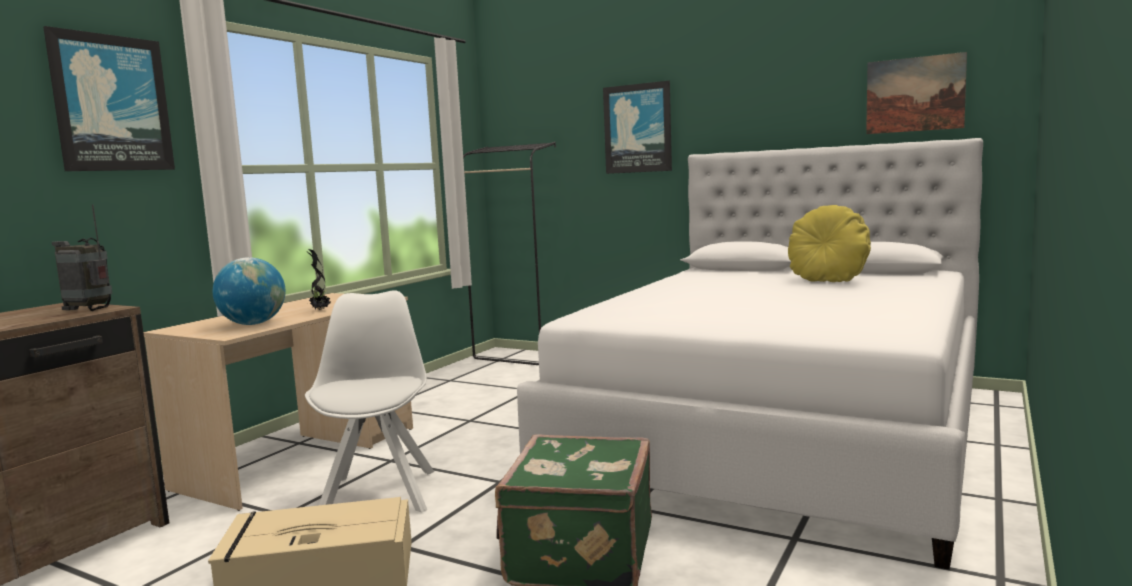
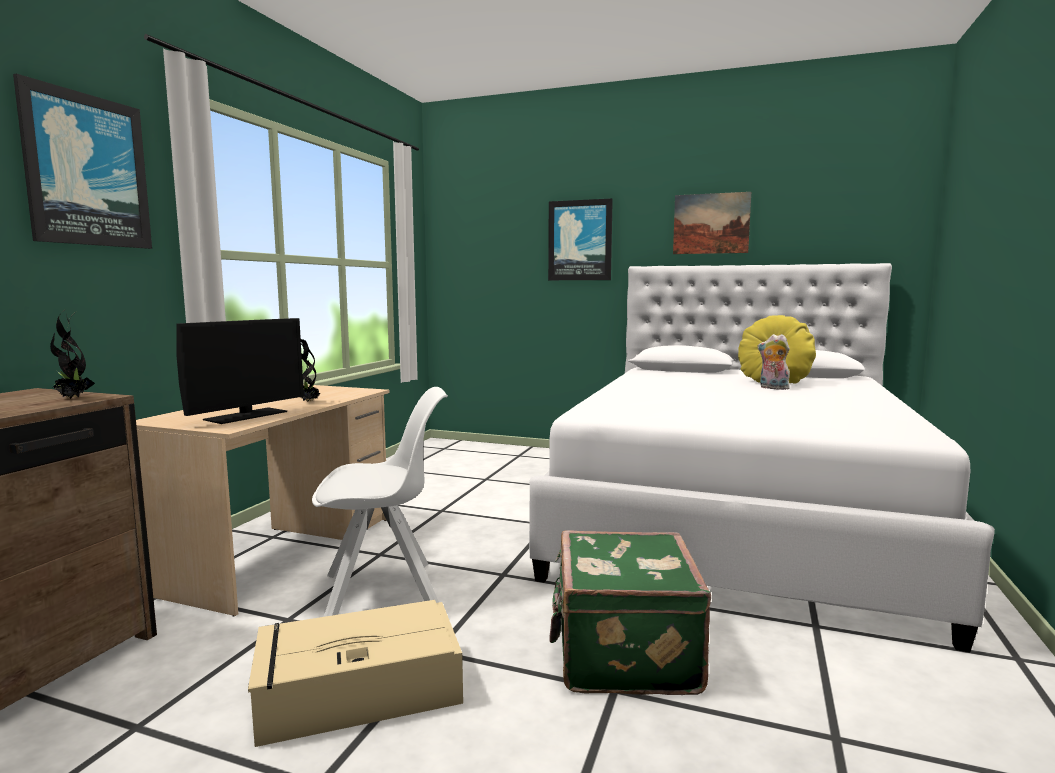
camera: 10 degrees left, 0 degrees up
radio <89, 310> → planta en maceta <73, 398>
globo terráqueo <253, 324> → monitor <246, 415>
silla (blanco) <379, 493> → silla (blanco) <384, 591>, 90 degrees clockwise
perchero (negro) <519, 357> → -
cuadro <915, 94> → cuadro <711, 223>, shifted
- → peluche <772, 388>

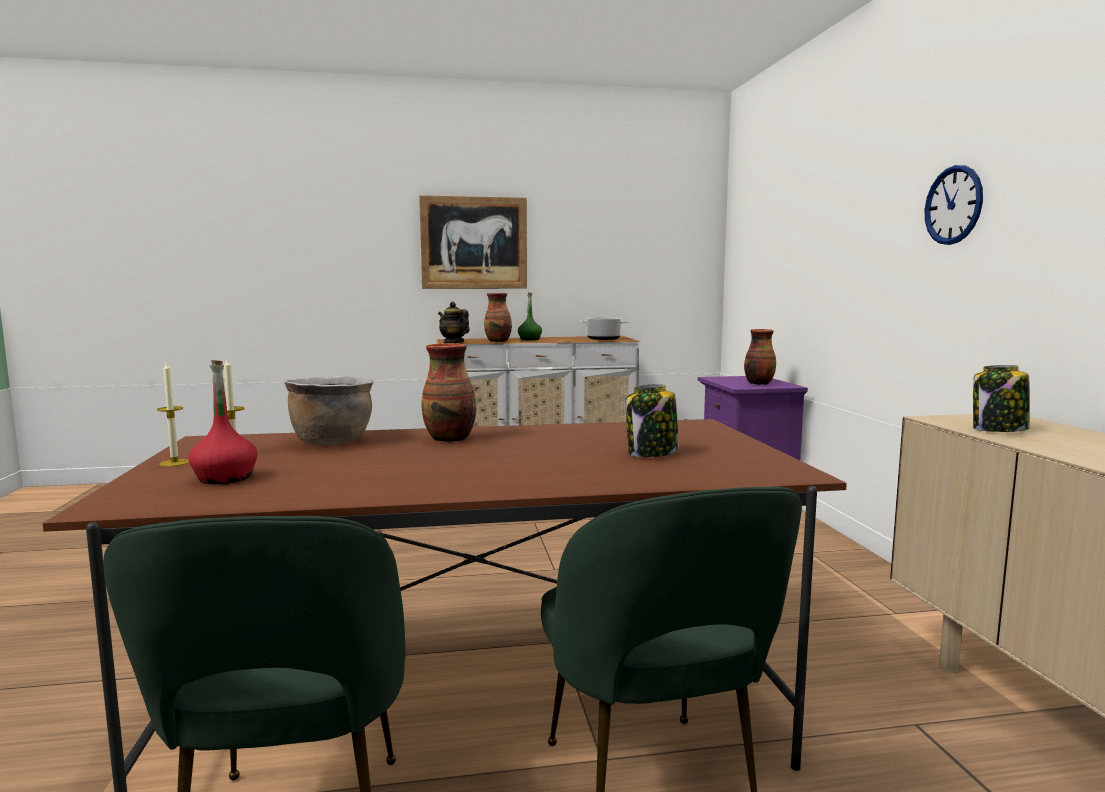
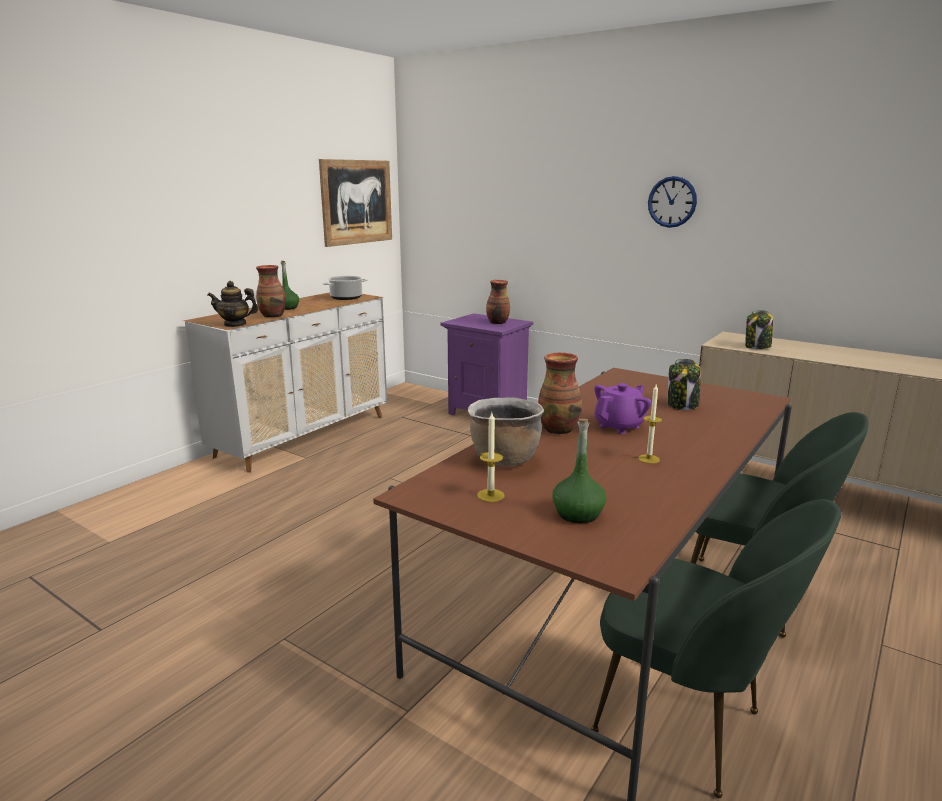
camera: 45 degrees left, 10 degrees up
vela <174, 463> → vela <649, 459>, shifted
botella (rojo) <225, 478> → botella (verde) <577, 514>
cuadro <474, 243> → cuadro <357, 202>, shifted
- → tetera (morado) <619, 426>

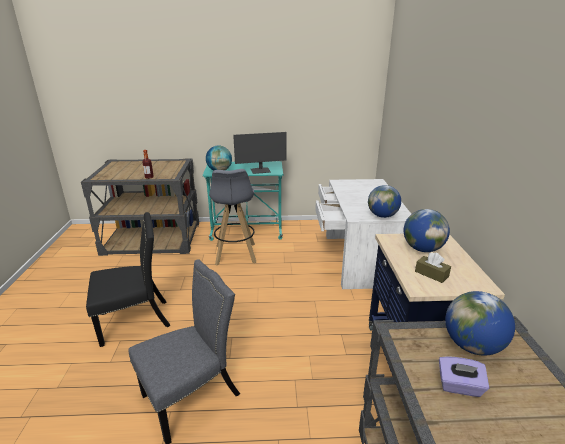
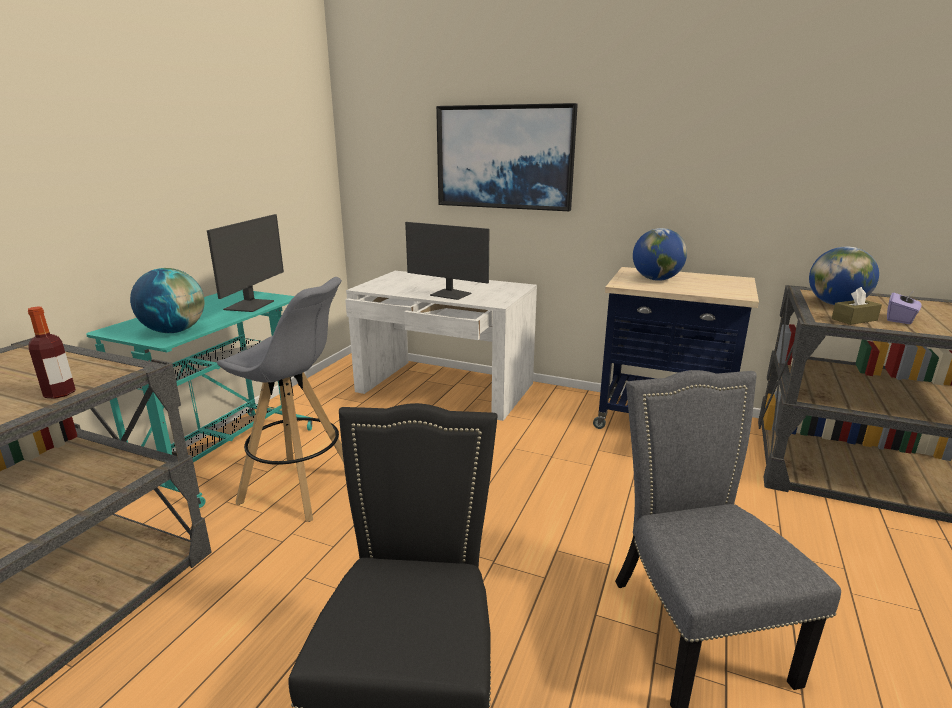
camera: 65 degrees left, 5 degrees down
globo terráqueo <382, 216> → -
caja de pañuelos (marrón) <431, 274> → caja de pañuelos (marrón) <854, 319>, shifted
- → monitor <450, 295>
- → cuadro <504, 157>

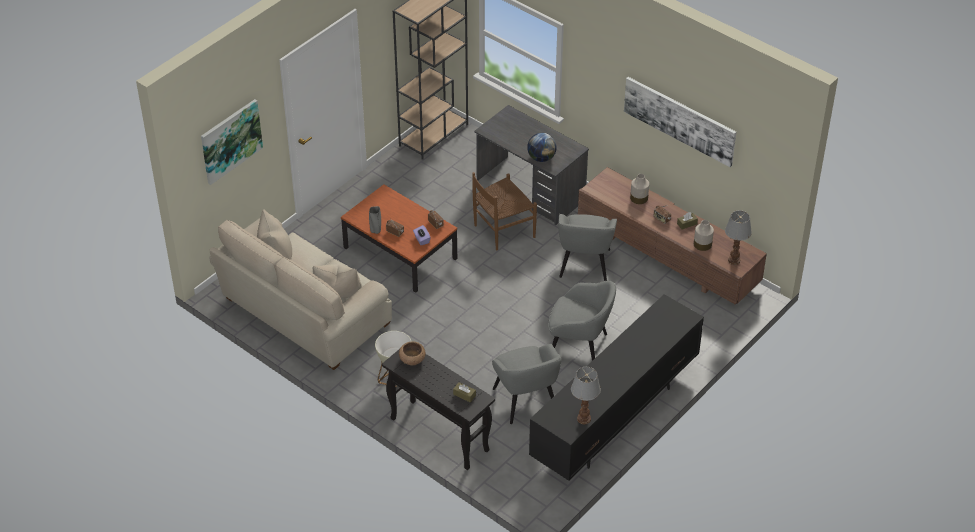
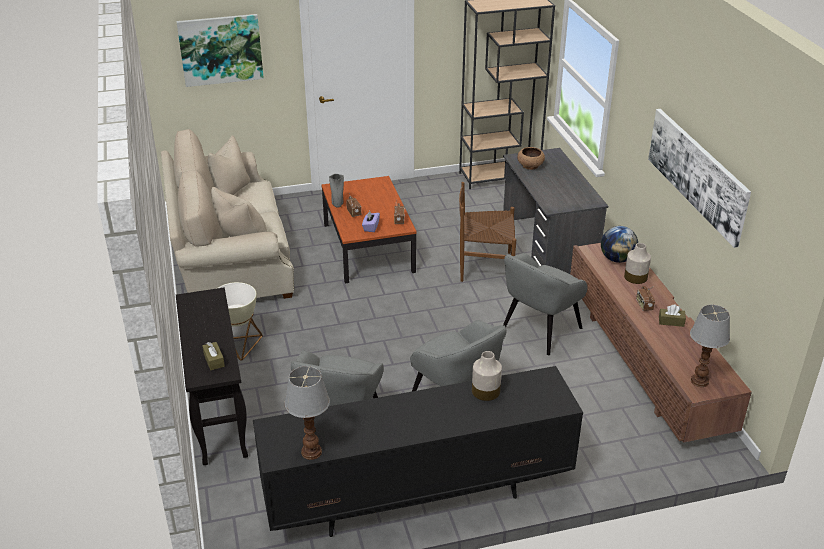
camera: 35 degrees right, 10 degrees down
cuenco (marrón) <412, 359> → cuenco (marrón) <530, 166>, shifted
globo terráqueo <541, 158> → globo terráqueo <617, 259>, shifted
florero (beis) <702, 244> → florero (beis) <485, 391>, shifted

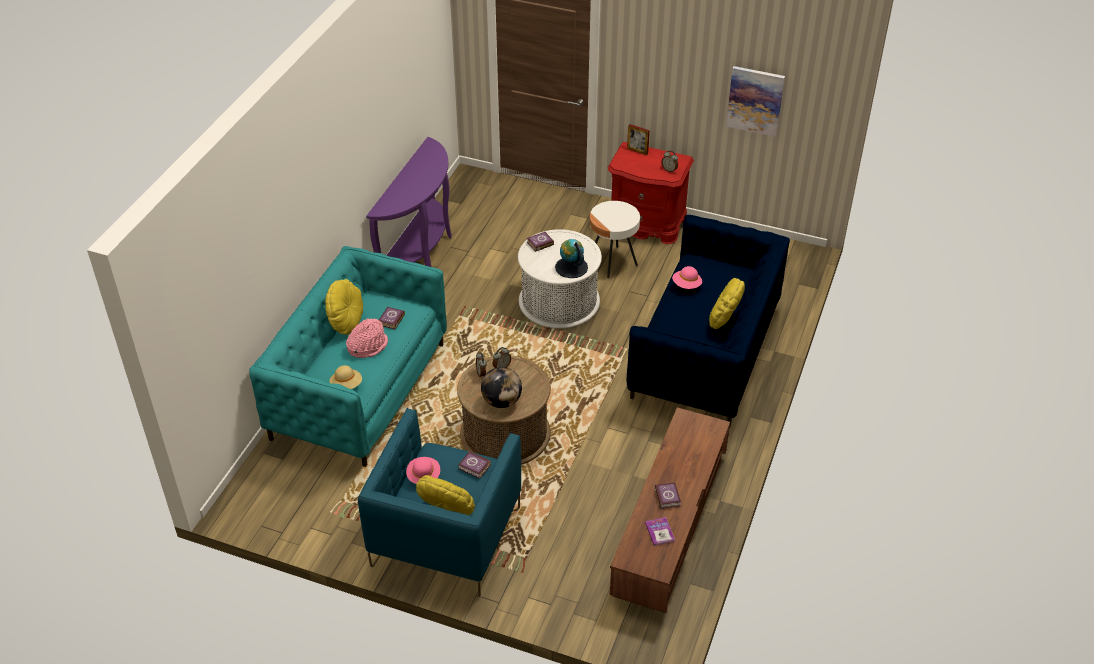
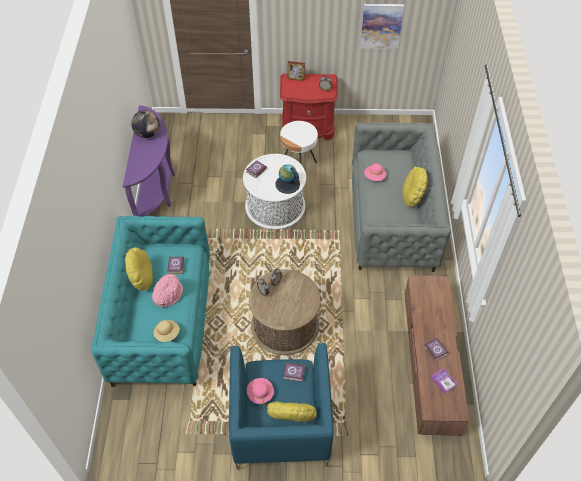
camera: 20 degrees left, 10 degrees up
globo terráqueo <502, 401> → globo terráqueo <147, 133>, shifted
sofá (azul) <704, 353> → sofá (gris) <392, 219>

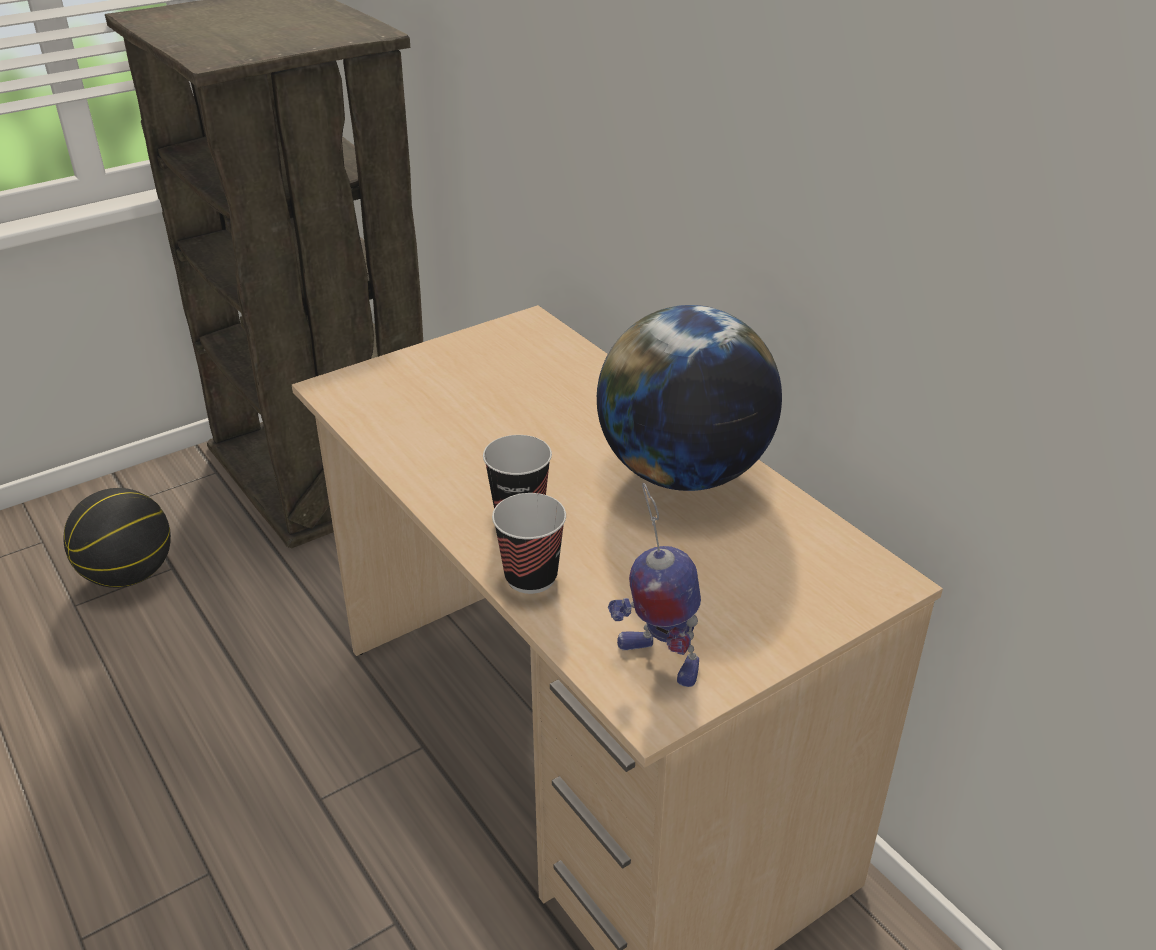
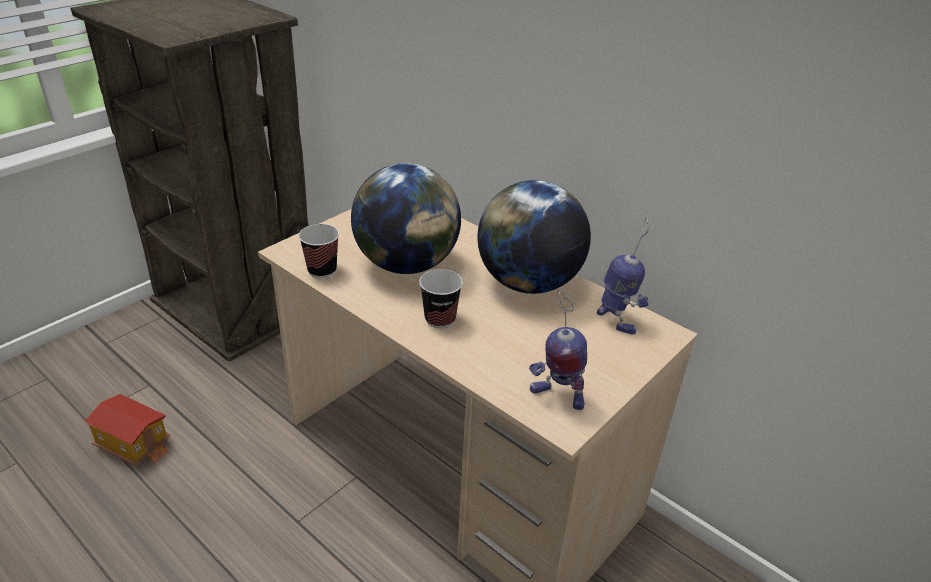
camera: 15 degrees left, 0 degrees up
balón de baloncesto <128, 574> → -
taza <531, 577> → taza <322, 270>, shifted
- → casita <134, 444>
- → globo terráqueo <406, 264>
- → robot de juguete <616, 320>

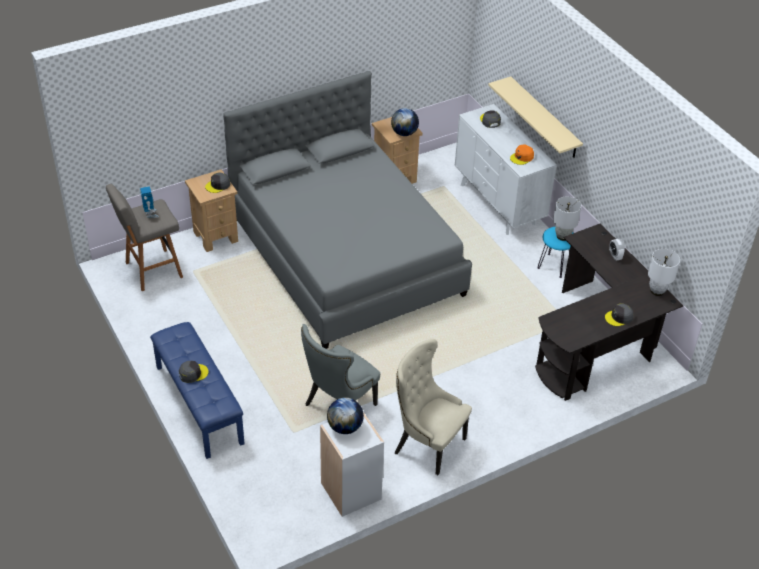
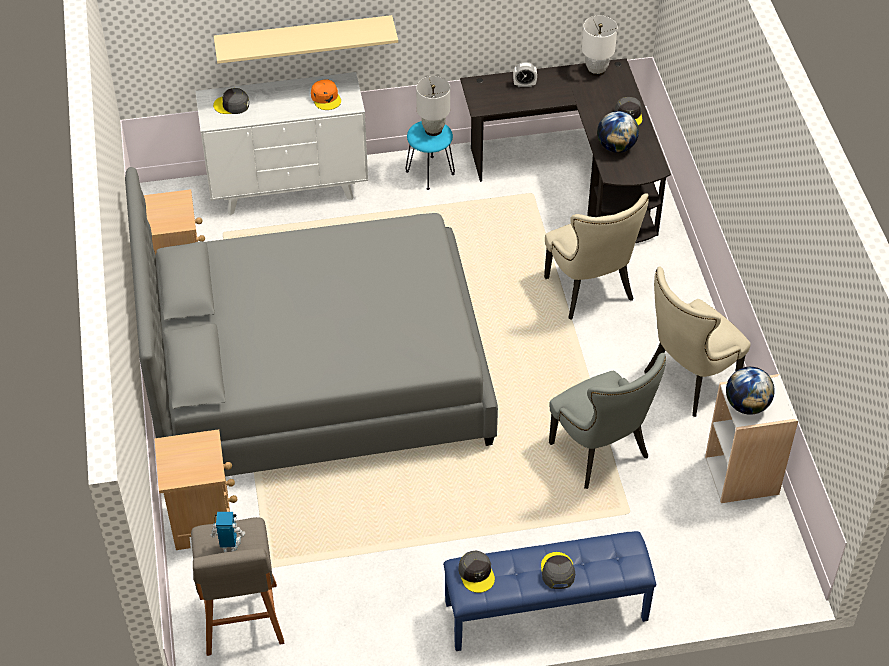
camera: 70 degrees left, 5 degrees up
gorra (gris) <218, 185> → gorra (gris) <476, 573>, shifted
globo terráqueo <404, 133> → globo terráqueo <616, 146>, shifted
- → silla (beis) <589, 291>

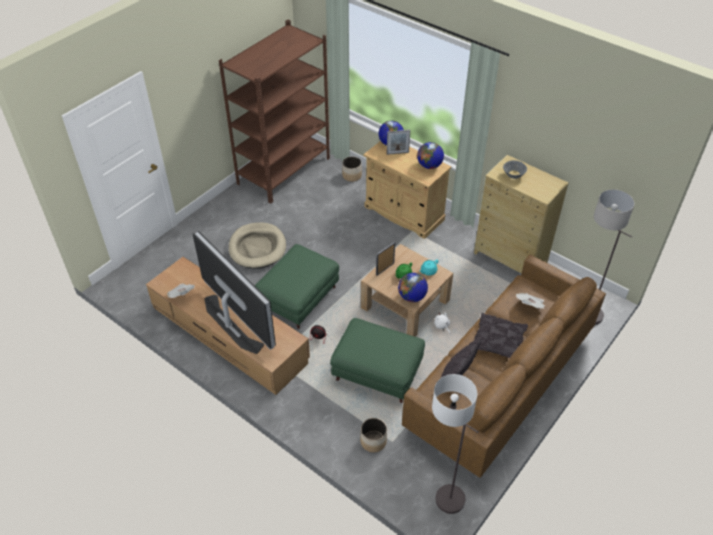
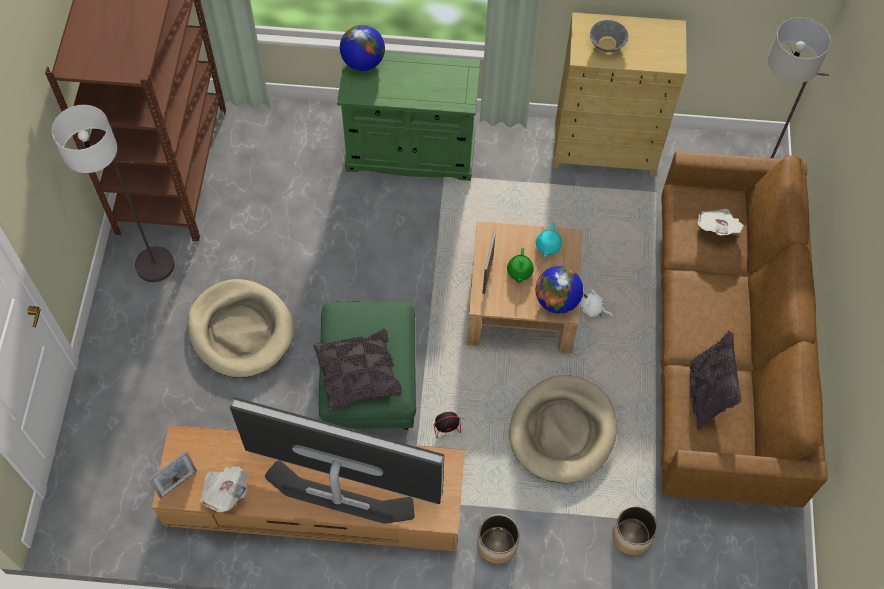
camera: 35 degrees left, 15 degrees up
puf (verde) <378, 372> → cama para perro (beis) <563, 431>
maceta <351, 176> → maceta <496, 545>, shifted
armario (beis) <404, 213> → armario (verde) <410, 152>
portarretratos <397, 153> → portarretratos <178, 484>, shifted
globo terráqueo <429, 166> → -
lámpara de pie (blanco) <442, 494> → lámpara de pie (blanco) <143, 264>, shifted
cojín (negro) <498, 341> → cojín (negro) <358, 374>, shifted

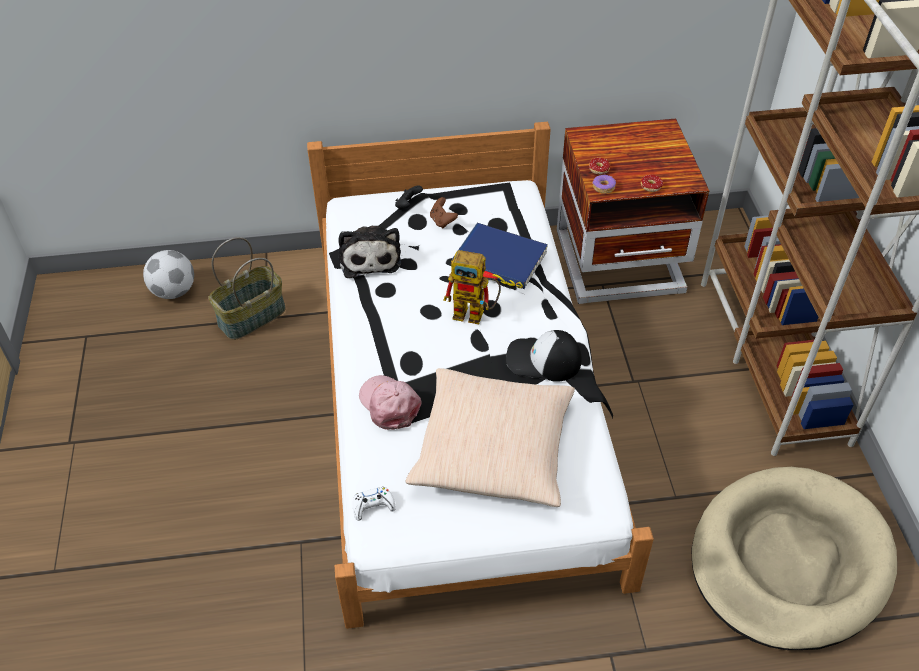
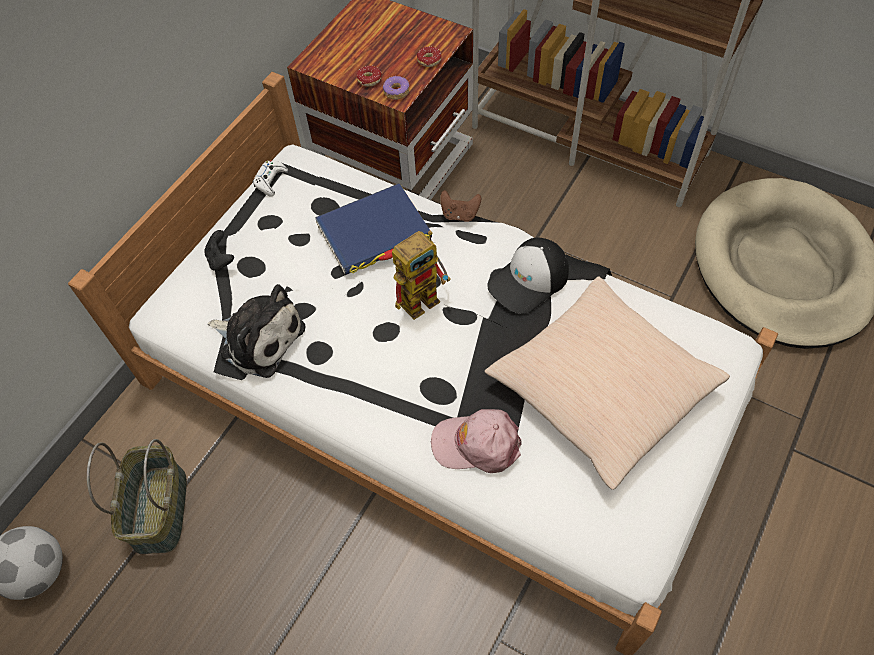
camera: 50 degrees left, 10 degrees up
mando de consola (blanco) <373, 506> → mando de consola (blanco) <271, 181>, shifted
mando de consola (marrón) <442, 221> → mando de consola (marrón) <460, 214>, shifted

